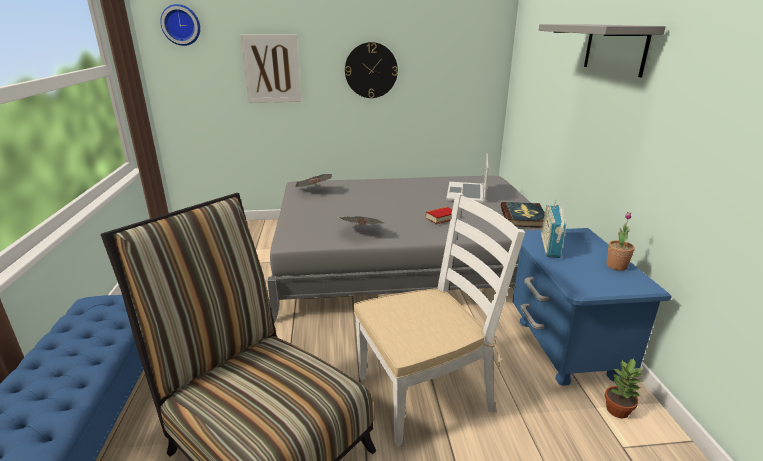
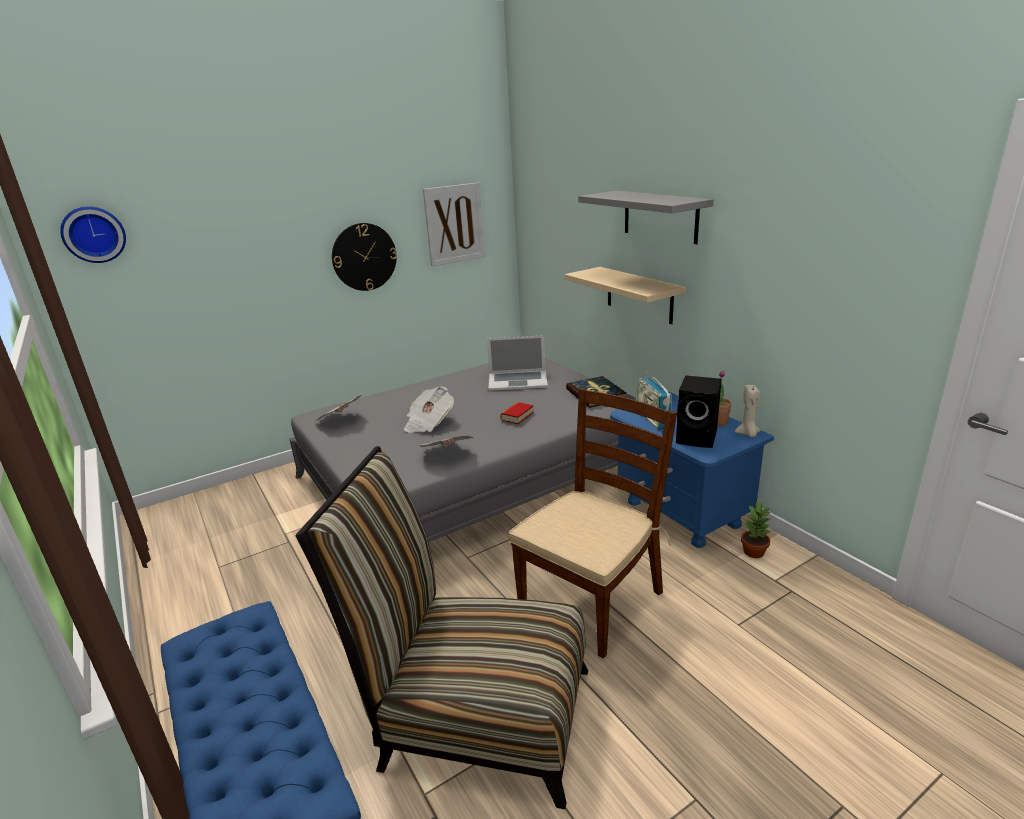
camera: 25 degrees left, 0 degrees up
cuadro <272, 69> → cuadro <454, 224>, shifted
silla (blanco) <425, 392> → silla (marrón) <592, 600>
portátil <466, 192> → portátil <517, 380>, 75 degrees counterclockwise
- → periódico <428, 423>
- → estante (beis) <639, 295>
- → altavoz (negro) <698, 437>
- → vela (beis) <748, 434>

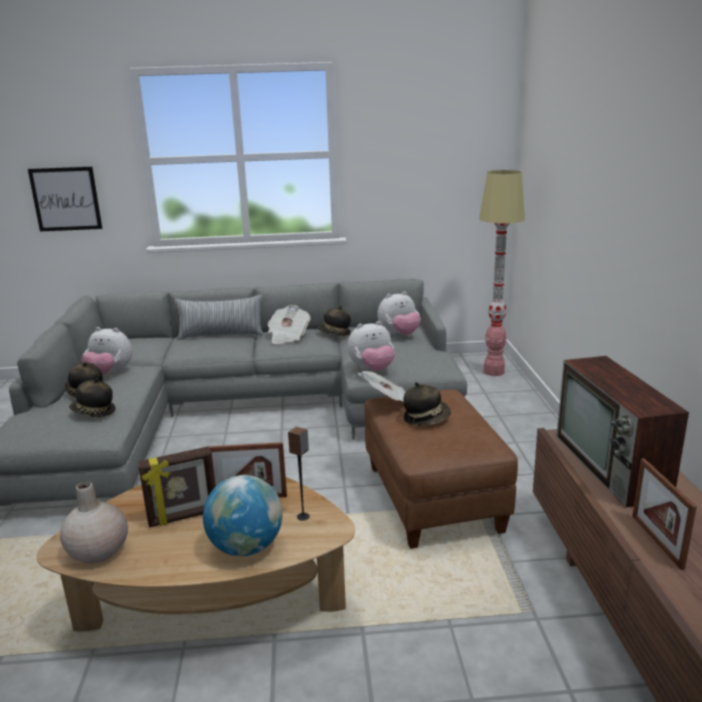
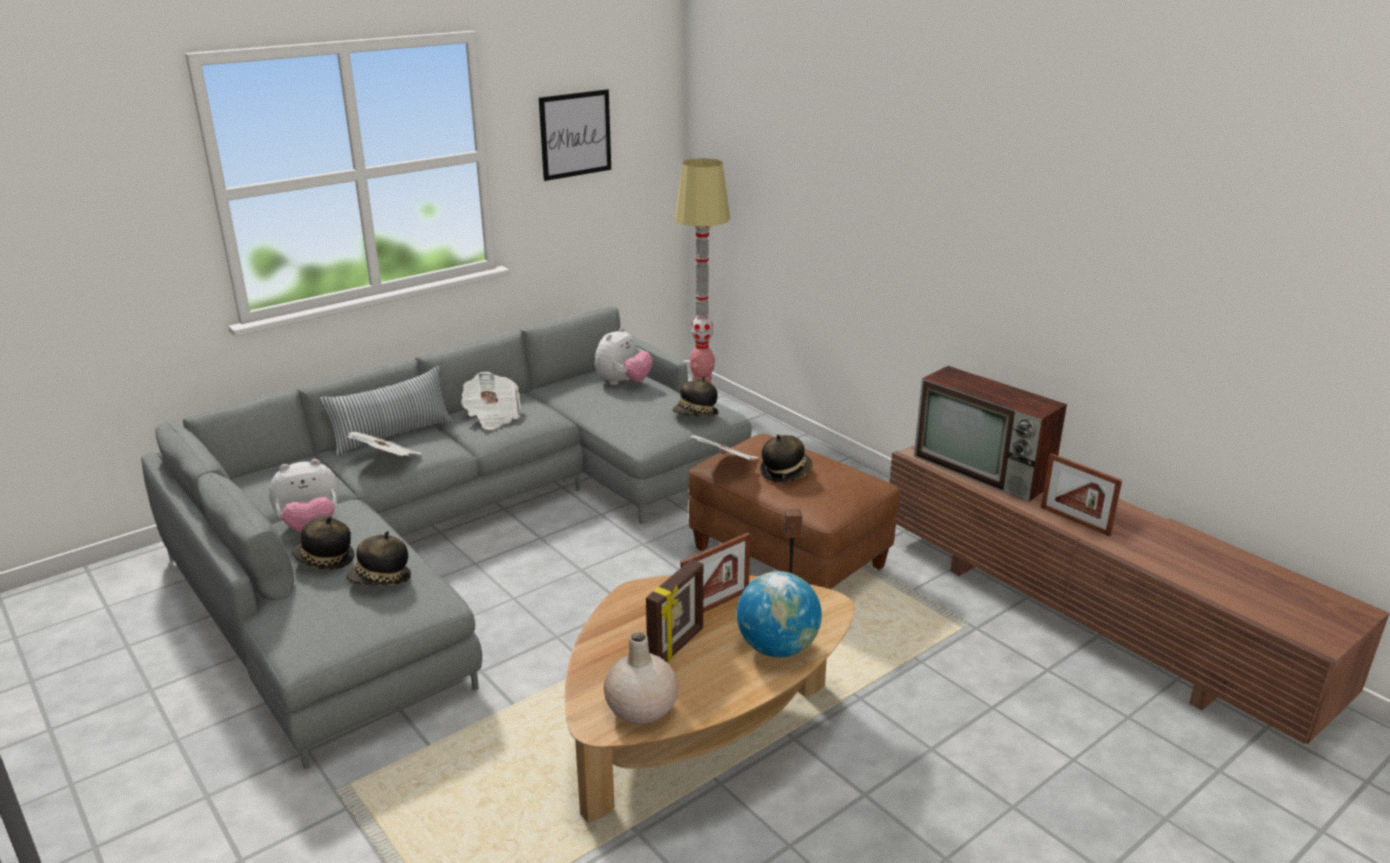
camera: 35 degrees left, 5 degrees up
cuadro <66, 199> → cuadro <575, 134>, shifted
sombrero <334, 334> → sombrero <696, 415>, shifted
peluche <372, 369> → -
- → periódico <387, 460>

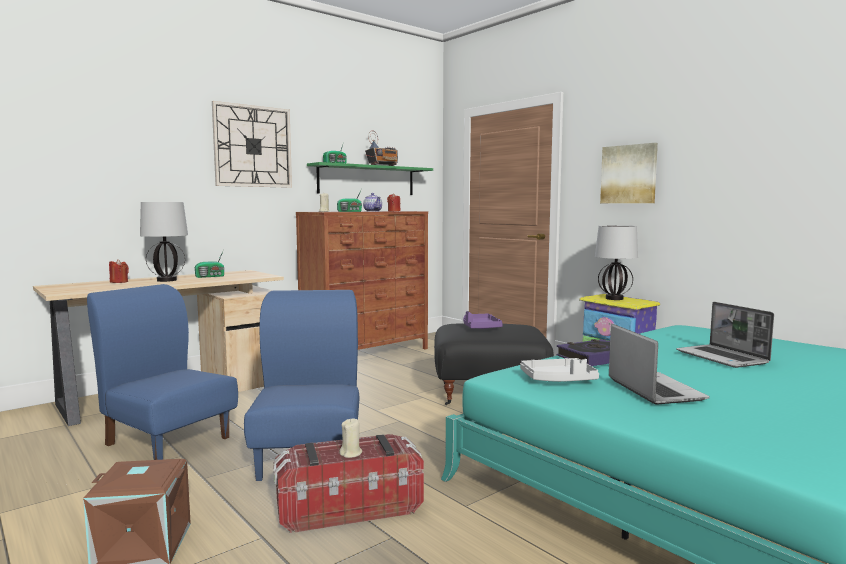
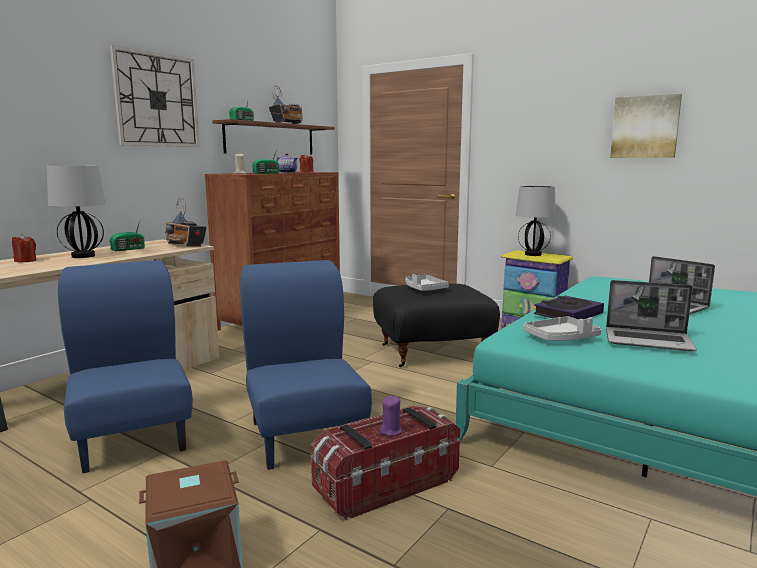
camera: 15 degrees left, 5 degrees up
silla (azul) <168, 440> → silla (azul) <133, 437>, 45 degrees clockwise
estante (verde) <367, 180> → estante (marrón) <270, 139>
vela (beis) <351, 453> → vela (morado) <391, 431>
bandeja (morado) <480, 327> → bandeja (gris) <424, 289>
cuadro <629, 174> → cuadro <645, 127>, shifted
portátil <653, 389> → portátil <649, 341>, 135 degrees clockwise
- → radio <186, 245>

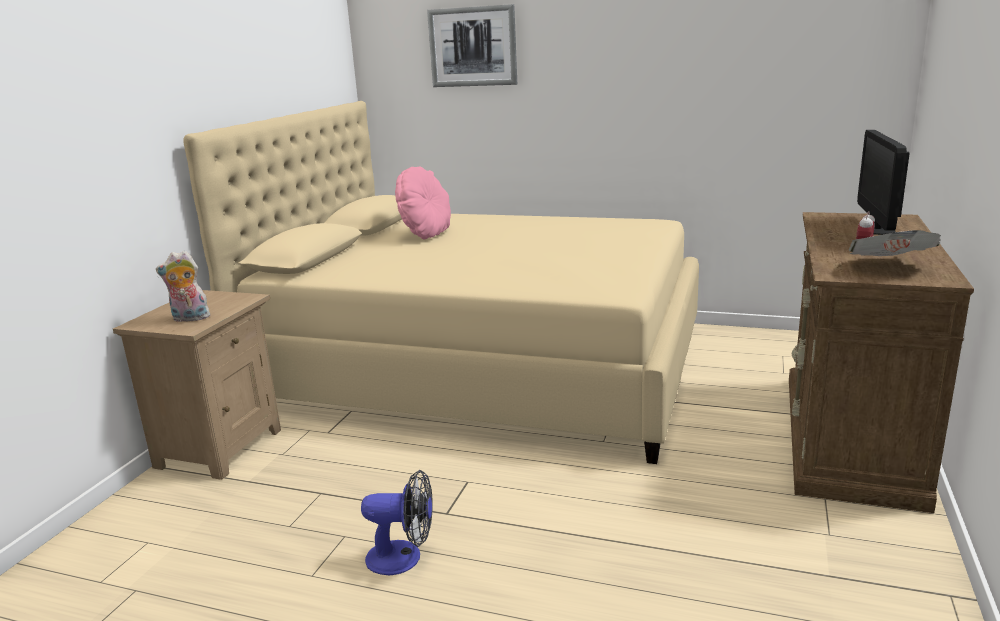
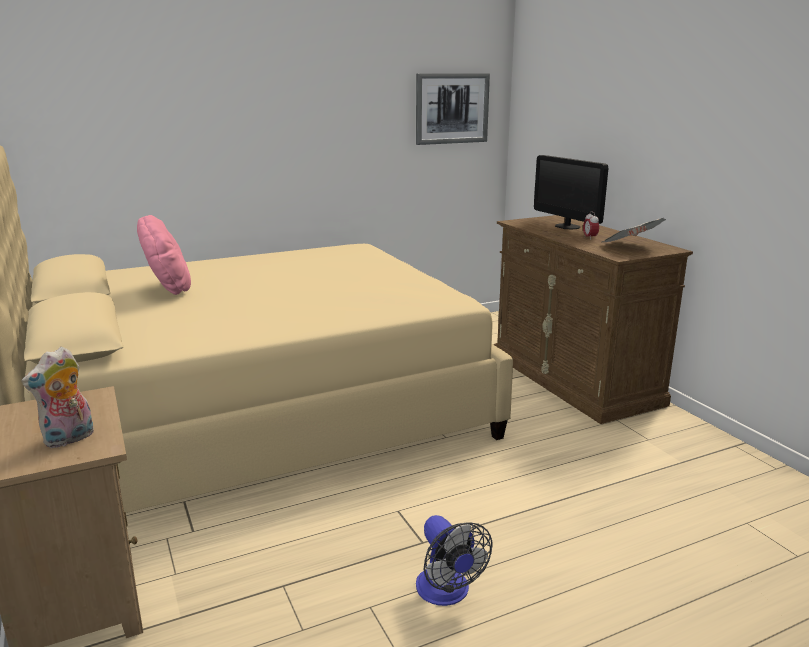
camera: 45 degrees left, 0 degrees up
ventilador <403, 557> → ventilador <447, 593>, 105 degrees clockwise
cuadro <473, 47> → cuadro <452, 108>, shifted

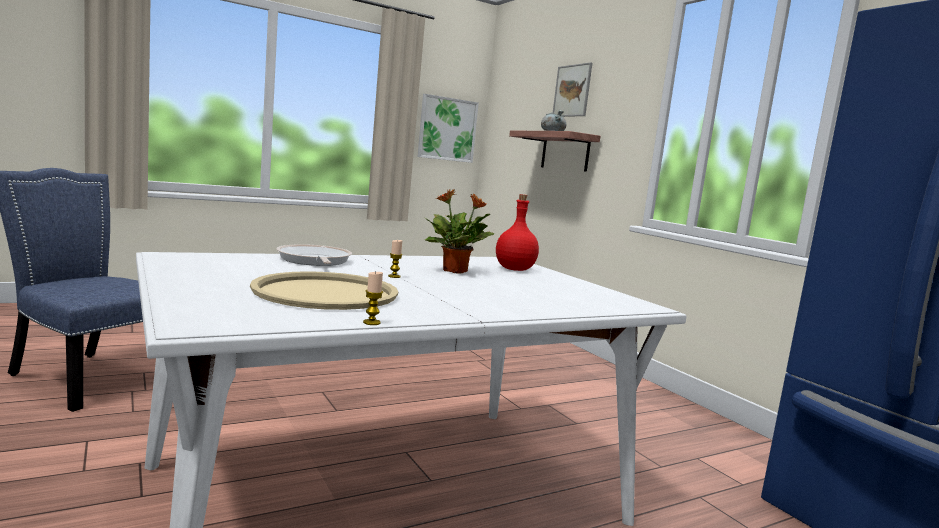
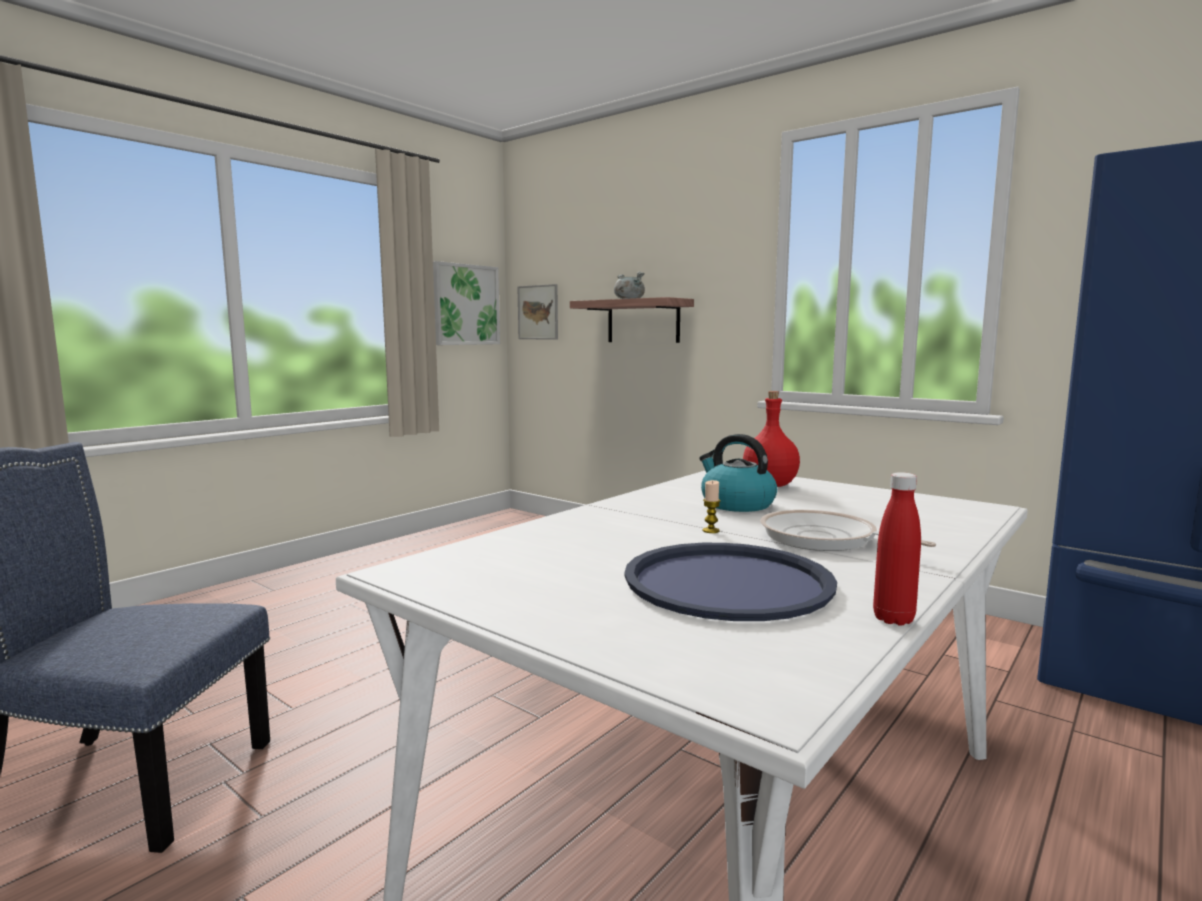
camera: 20 degrees left, 0 degrees up
bandeja (beis) <325, 293> → bandeja (azul) <728, 582>
sartén <314, 261> → sartén <823, 539>, shifted
vela <371, 322> → botella (rojo) <893, 619>
planta en maceta <456, 271> → hervidor <736, 504>
cuadro <572, 90> → cuadro <538, 312>, shifted

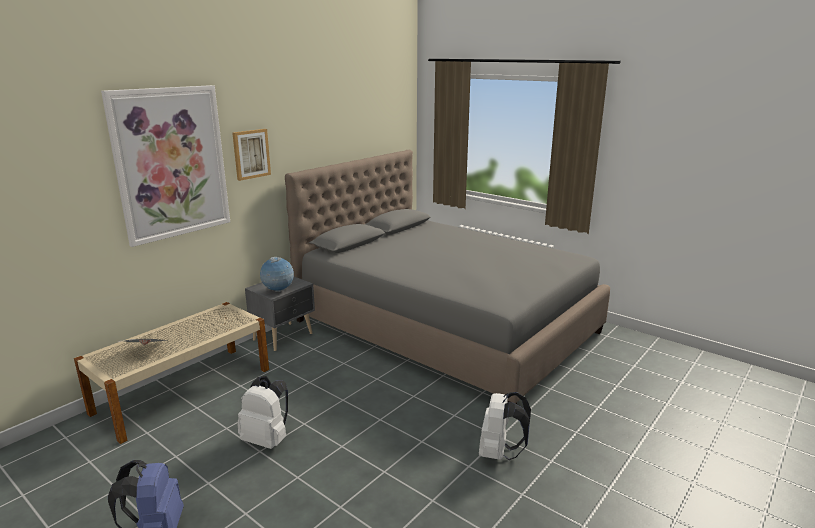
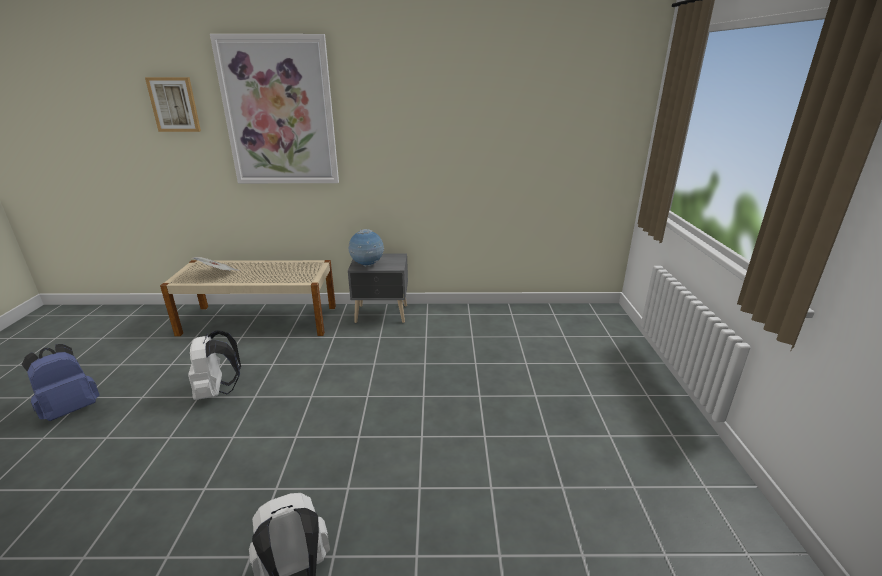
camera: 50 degrees right, 5 degrees up
cuadro <251, 154> → cuadro <174, 104>, shifted
cama (gris) <445, 326> → -

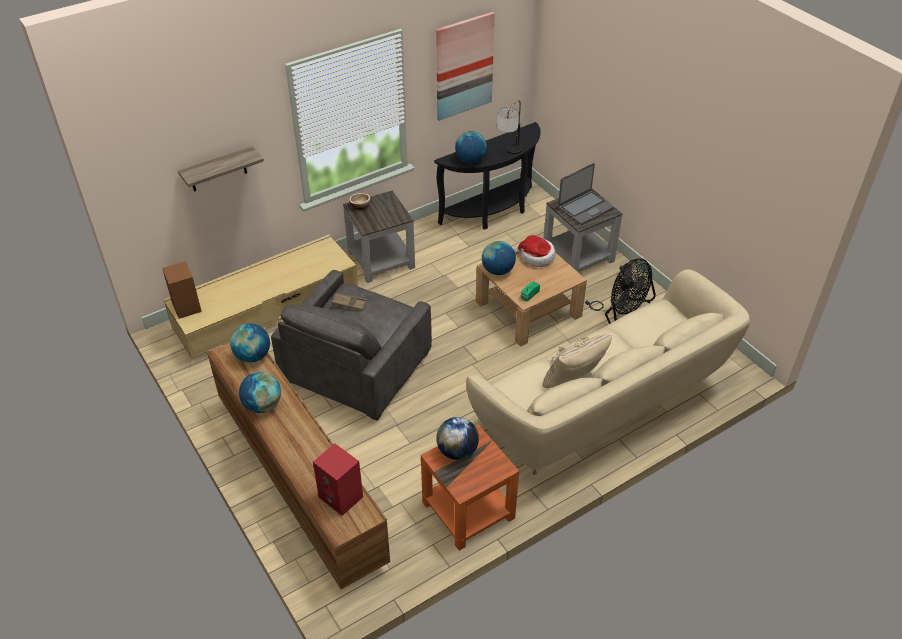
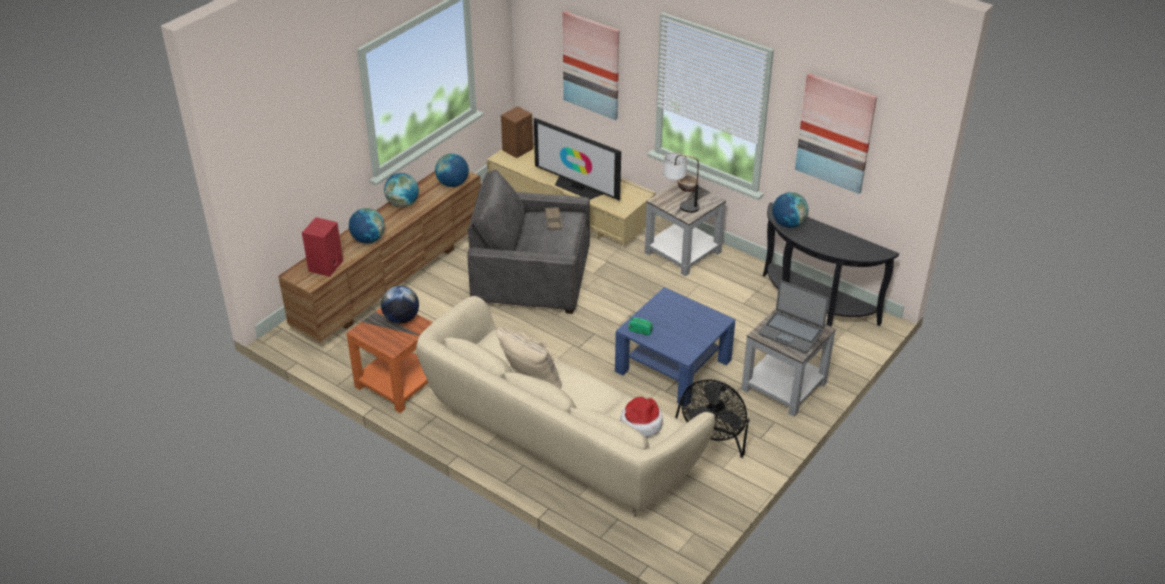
camera: 70 degrees right, 5 degrees down
estante <218, 170> → cuadro <591, 65>
mesa de centro (marrón) <528, 309> → mesa de centro (azul) <673, 366>
globo terráqueo <498, 271> → globo terráqueo <368, 239>, shifted
lámpara de mesa <509, 153> → lámpara de mesa <680, 205>, shifted
sombrero <536, 257> → sombrero <641, 423>, shifted
- → televisor <577, 188>

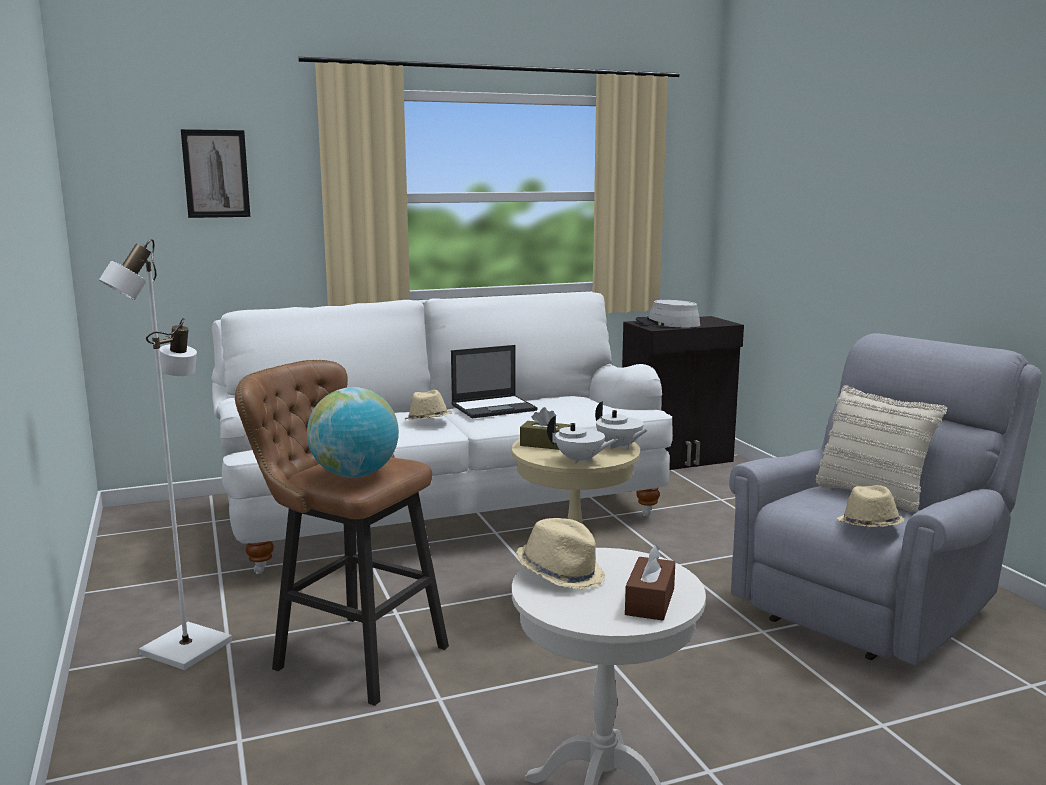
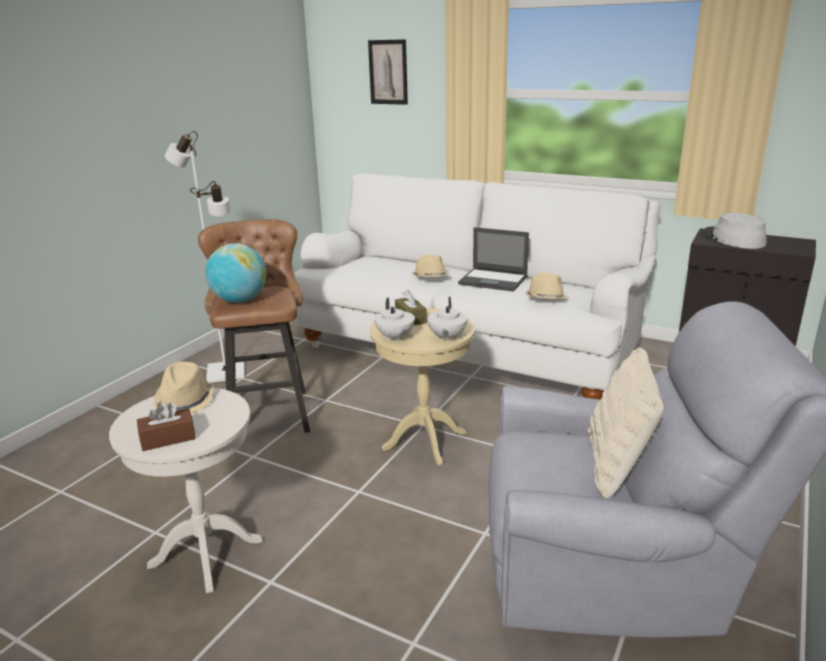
camera: 50 degrees right, 10 degrees up
sombrero (beis) <869, 526> → sombrero (beis) <545, 299>, shifted

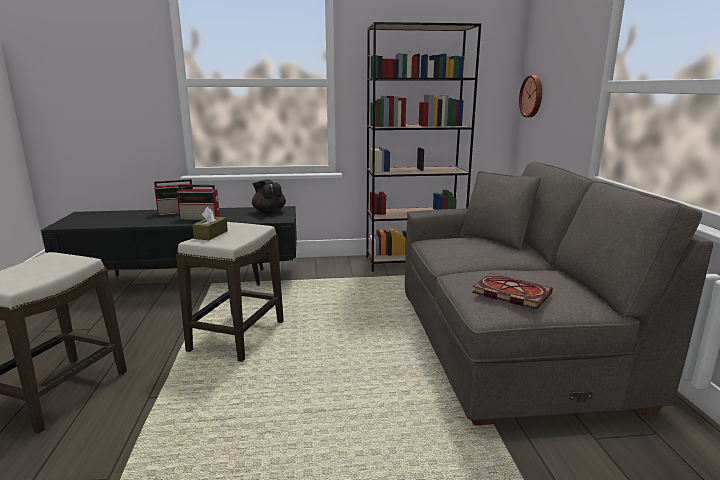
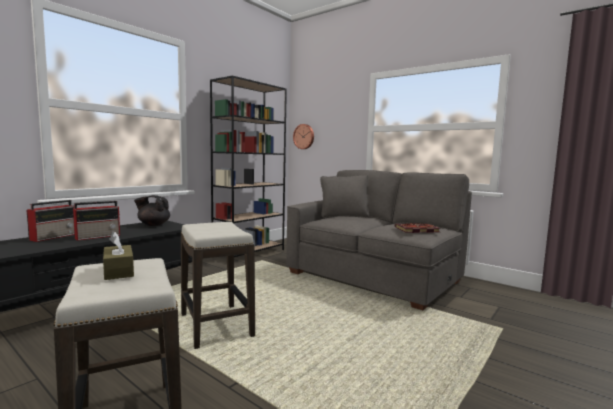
camera: 45 degrees left, 10 degrees down
caja de pañuelos (marrón) <211, 235> → caja de pañuelos (marrón) <118, 271>, shifted

